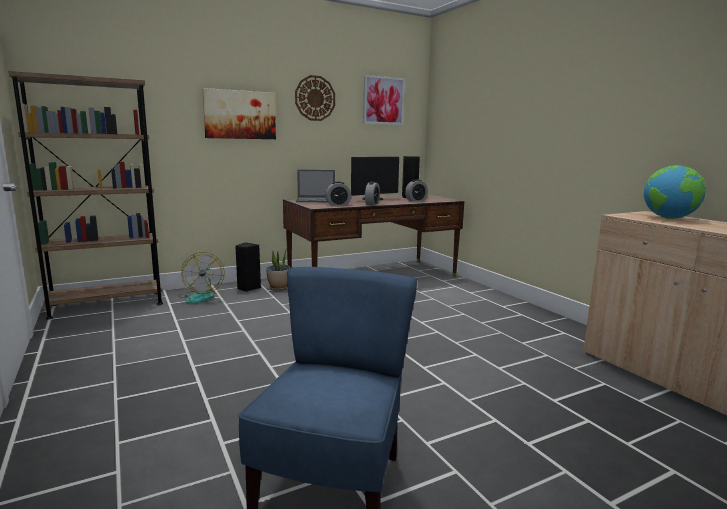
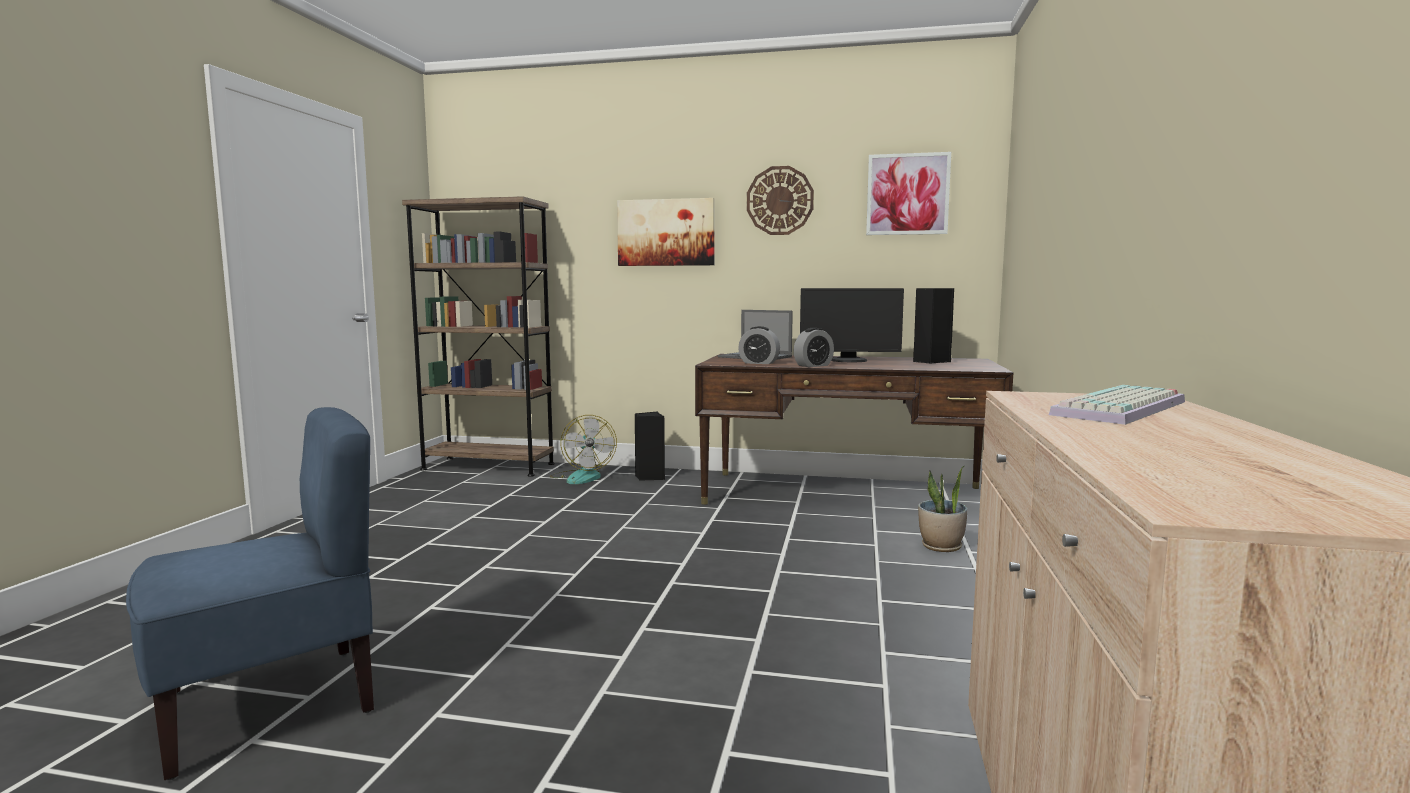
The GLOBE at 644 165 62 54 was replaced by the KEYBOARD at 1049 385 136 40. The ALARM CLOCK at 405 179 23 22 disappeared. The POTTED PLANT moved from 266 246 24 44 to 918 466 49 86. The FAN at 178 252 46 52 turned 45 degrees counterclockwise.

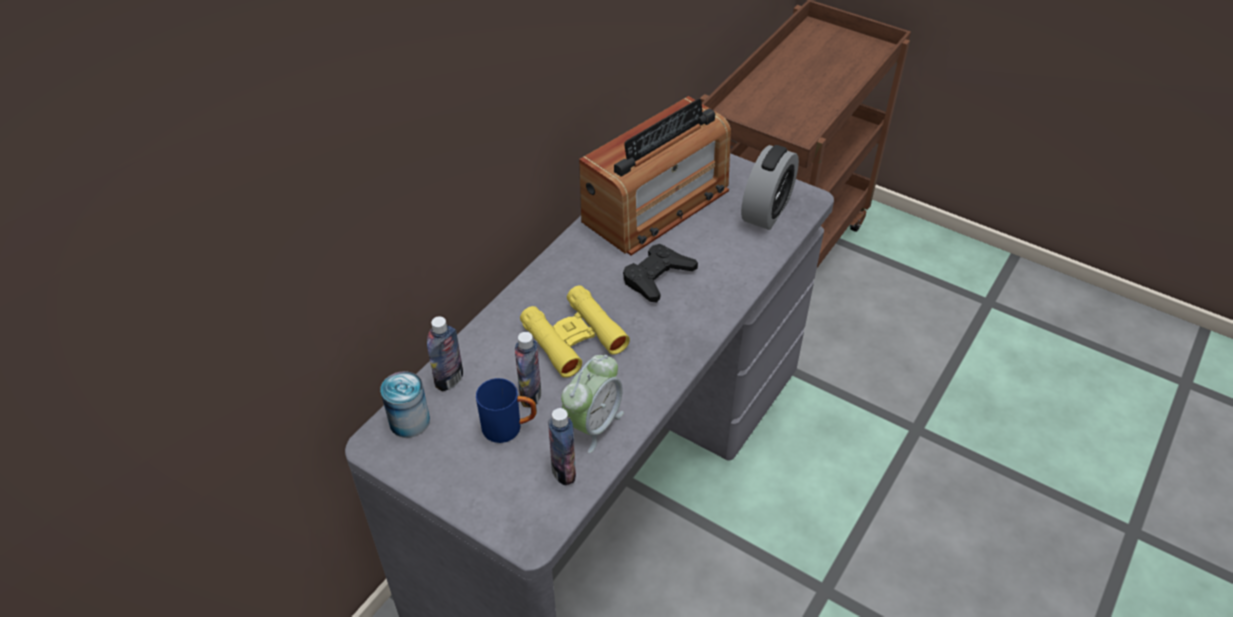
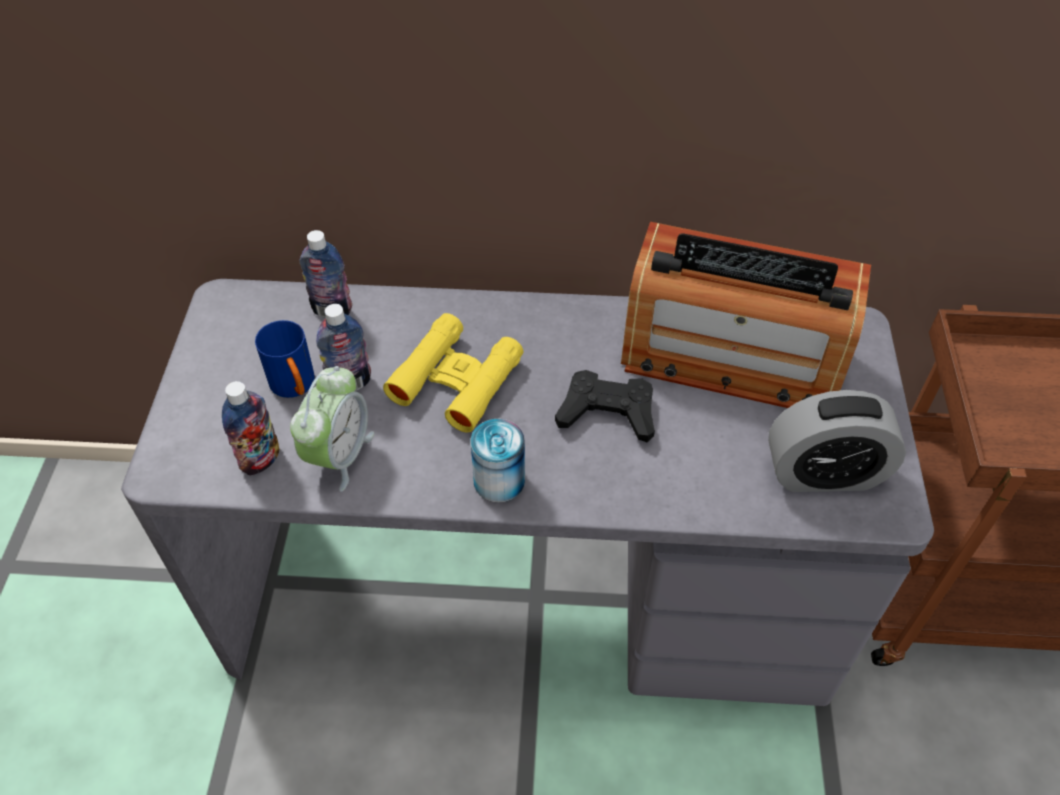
The ALARM CLOCK at 561 355 63 98 turned 75 degrees counterclockwise. The CAN moved from 380 371 50 67 to 470 419 55 84.

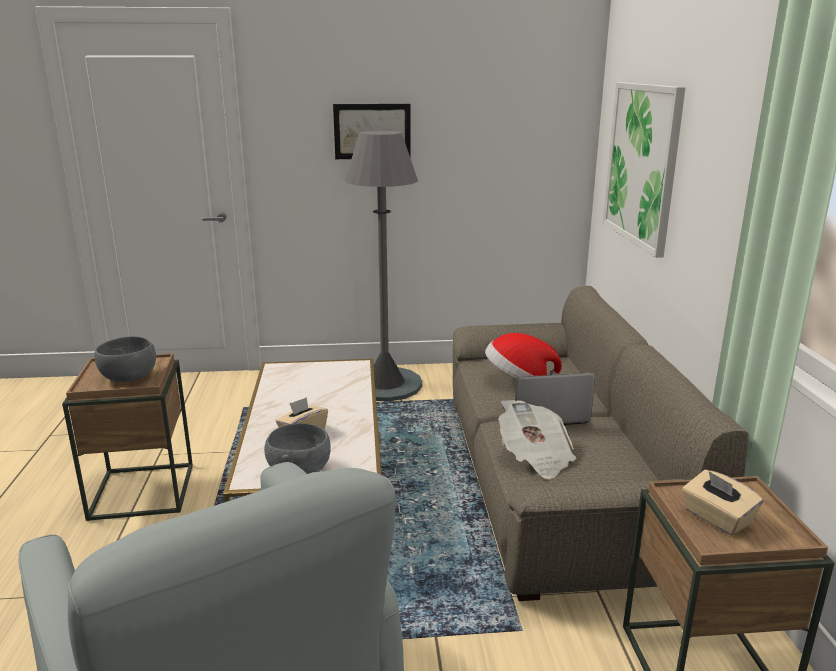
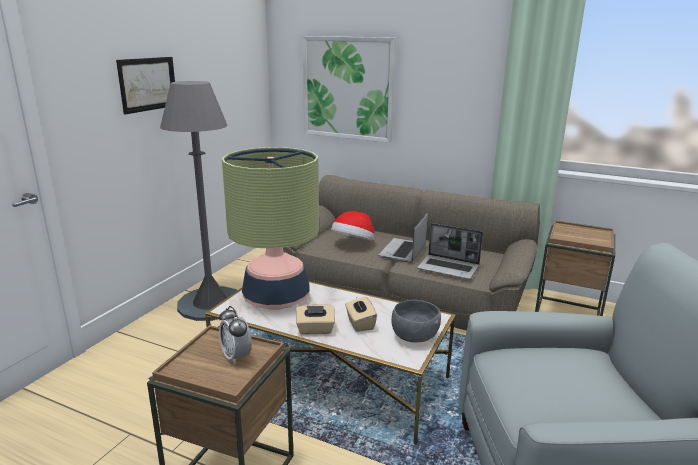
The GREY BOWL at 94 336 62 46 was replaced by the ALARM CLOCK at 219 306 33 59. The NEWSPAPER at 498 400 79 79 was replaced by the LAPTOP at 417 223 66 56. The BEIGE TISSUE BOX moved from 682 470 81 66 to 296 304 39 31. The TABLE LAMP at 222 147 97 163 appeared.

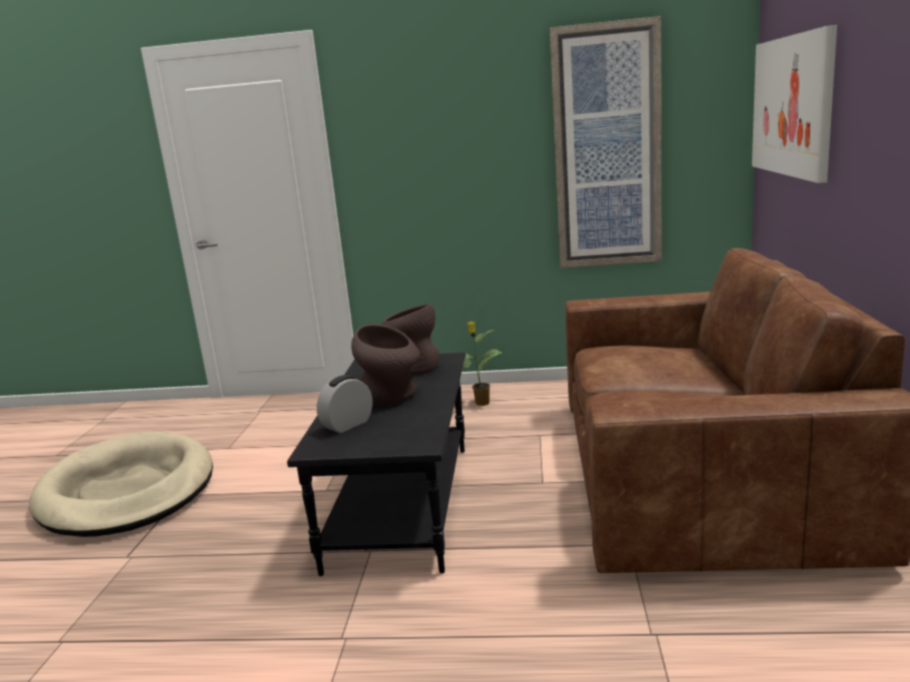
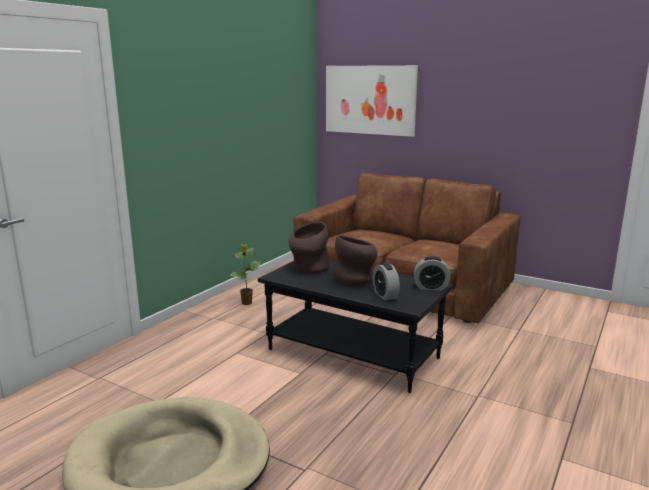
The PICTURE at 550 16 112 252 disappeared. The ALARM CLOCK at 414 256 36 35 appeared.

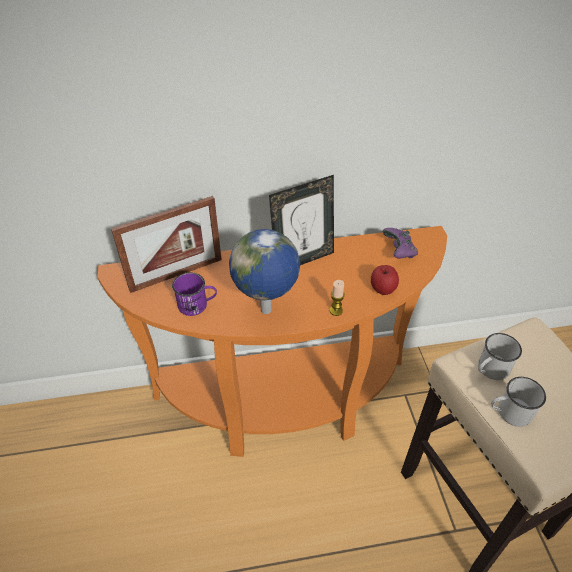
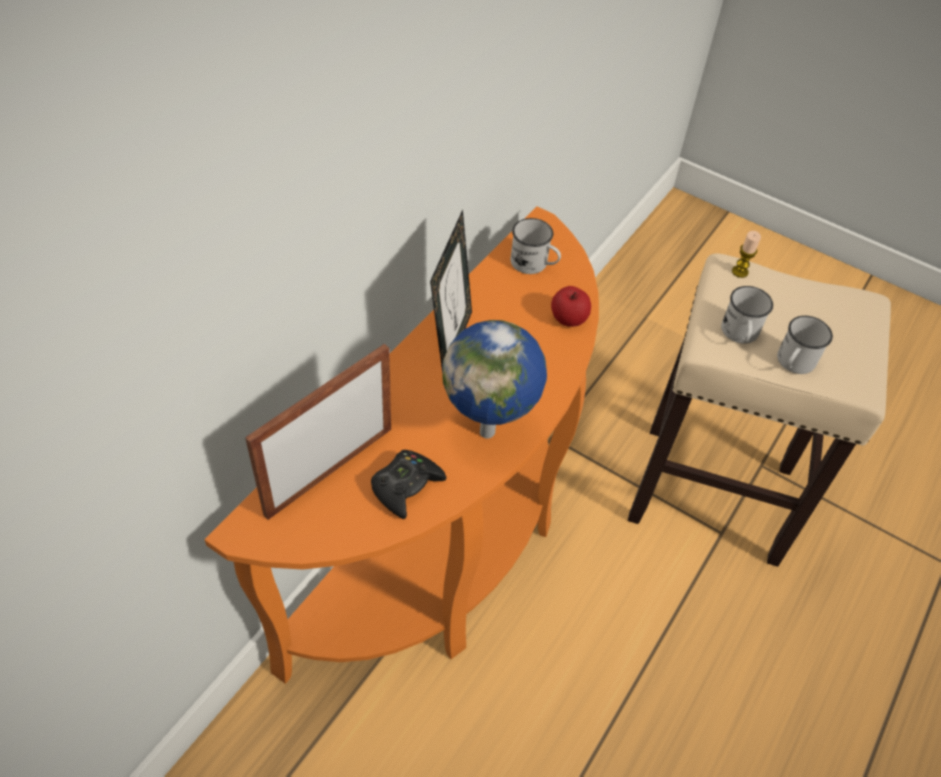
The PICTURE FRAME at 111 196 111 97 turned 150 degrees counterclockwise. The PURPLE GAME CONTROLLER at 383 228 35 31 was replaced by the WHITE MUG at 511 218 50 56. The PURPLE MUG at 172 272 45 44 was replaced by the BLACK GAME CONTROLLER at 371 450 75 69. The CANDLE moved from 330 280 15 36 to 732 231 29 47.

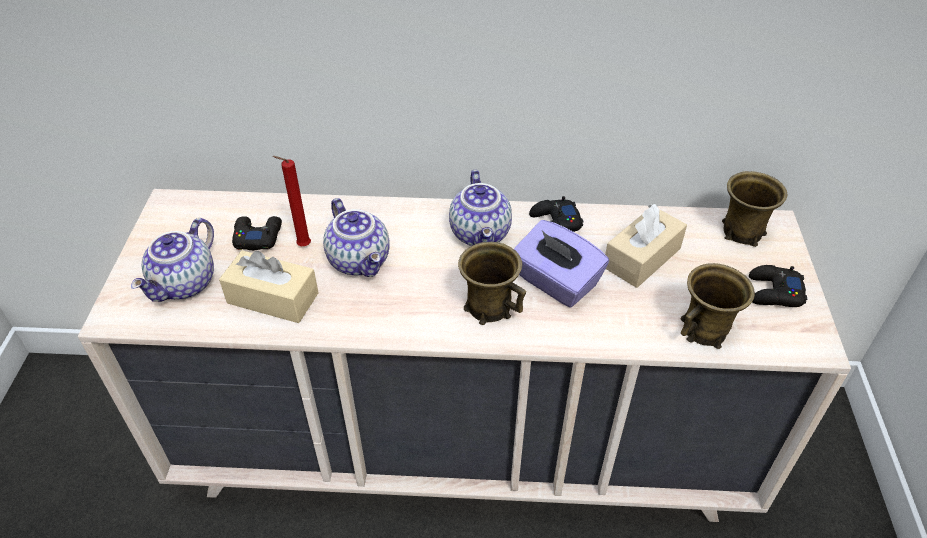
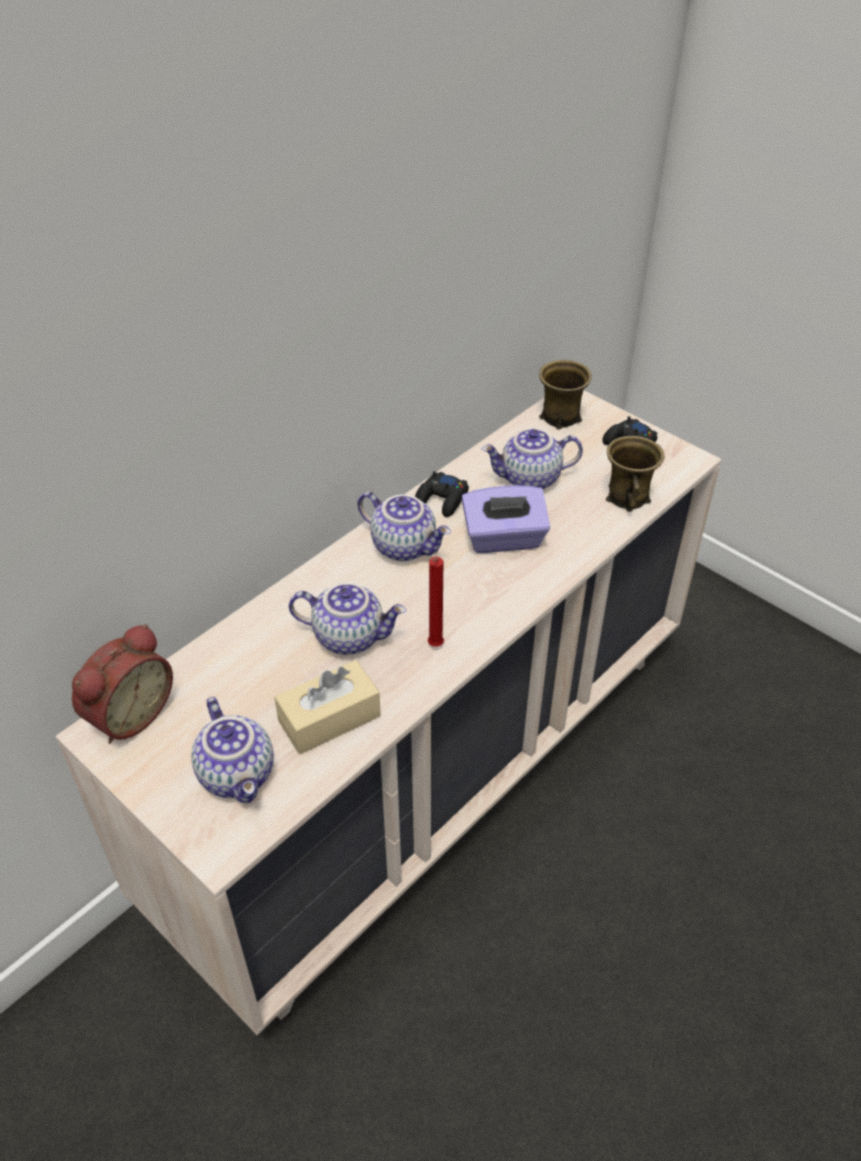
The RED CANDLE moved from 272 156 39 90 to 428 557 16 90. The BEIGE TISSUE BOX at 605 204 82 84 was replaced by the TEAPOT at 482 428 101 61. The BLACK GAME CONTROLLER at 232 216 50 34 disappeared. The BROWN MUG at 458 242 68 83 disappeared. The ALARM CLOCK at 72 624 101 120 appeared.

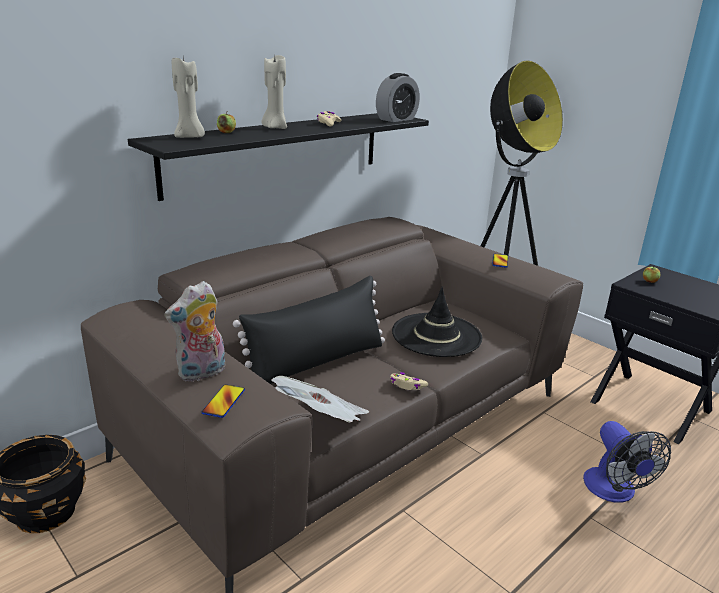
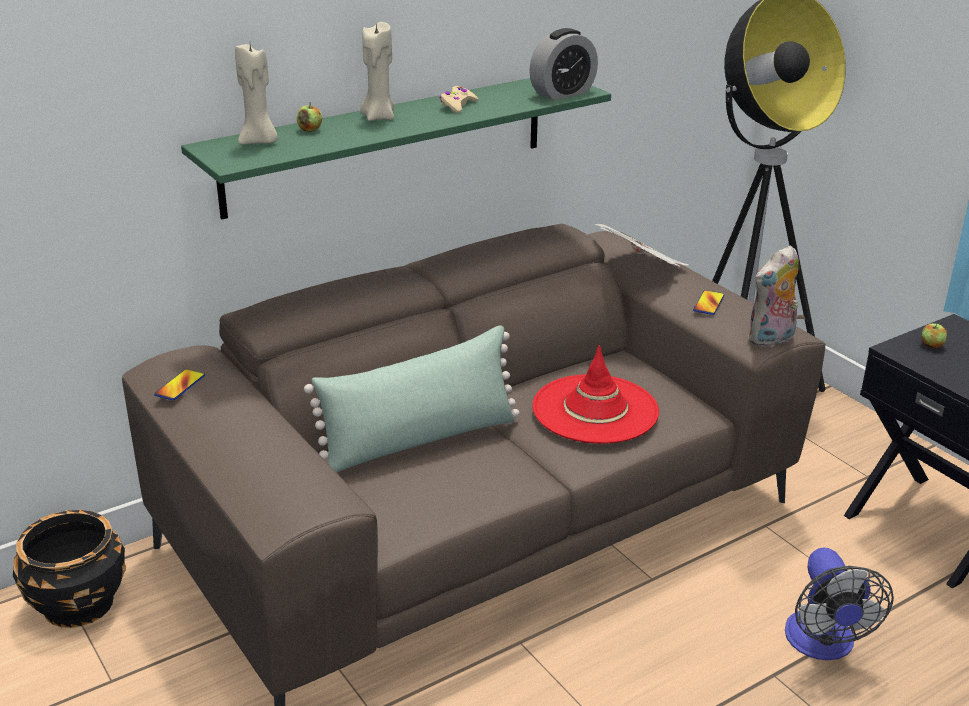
The BLACK SHELF at 128 113 301 88 became the GREEN SHELF at 181 78 430 142. The BLACK PILLOW at 233 276 152 108 became the GREEN PILLOW at 304 325 216 148. The PLUSH TOY moved from 164 281 61 101 to 748 245 51 102. The BLACK HAT at 392 287 90 70 became the RED HAT at 532 345 127 99. The BEIGE GAME CONTROLLER at 390 372 38 18 disappeared. The NEWSPAPER moved from 272 376 97 46 to 595 224 93 43. The PHONE moved from 201 384 44 34 to 154 369 51 31.

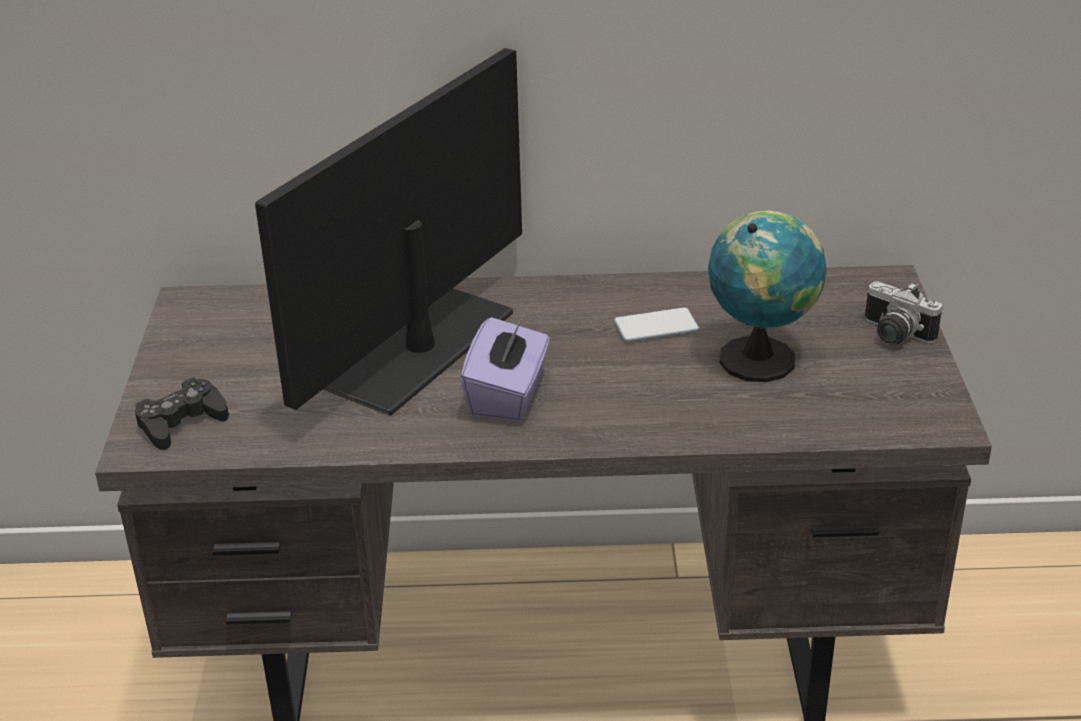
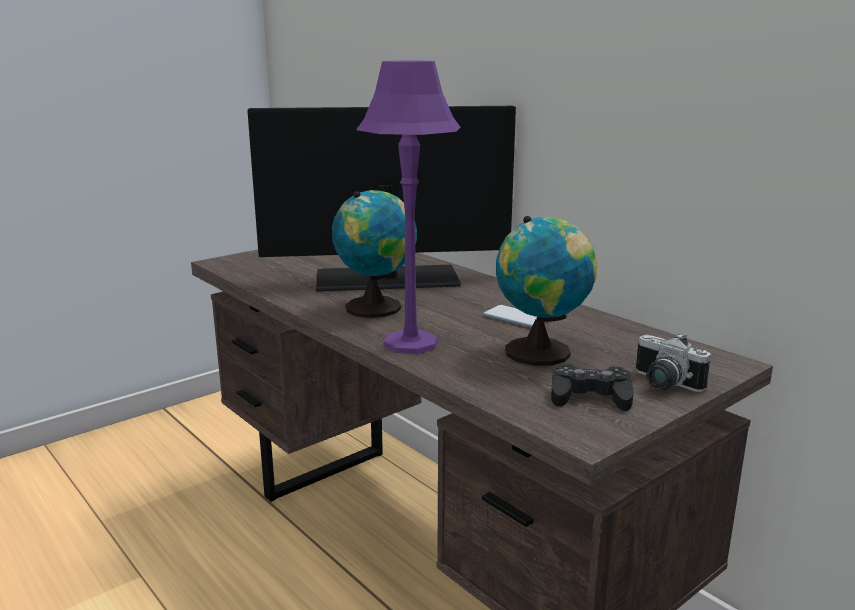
The PHOTO CAMERA at 865 281 77 64 turned 45 degrees counterclockwise. The PURPLE TISSUE BOX at 460 316 90 106 was replaced by the GLOBE at 332 190 85 128. The BLACK GAME CONTROLLER moved from 135 377 94 73 to 551 363 83 48. The PURPLE TABLE LAMP at 356 60 104 294 appeared.

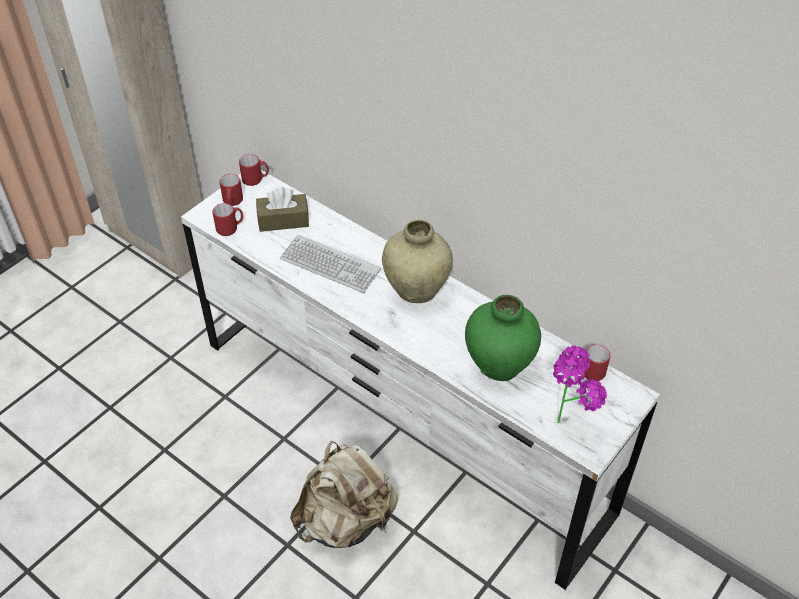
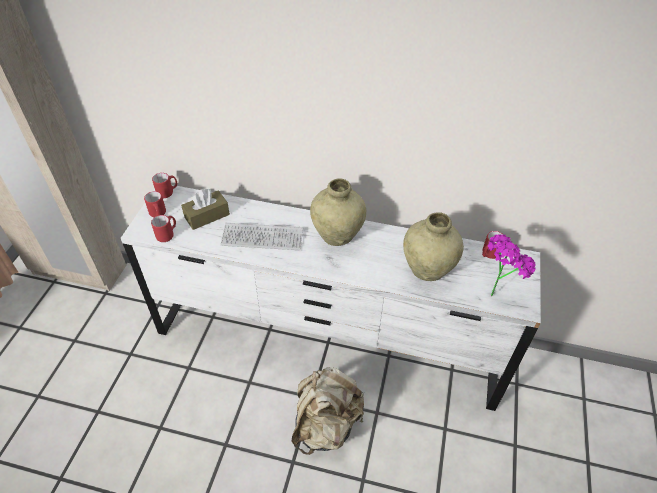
The GREEN VASE at 465 295 76 86 became the BEIGE VASE at 403 212 61 69.

